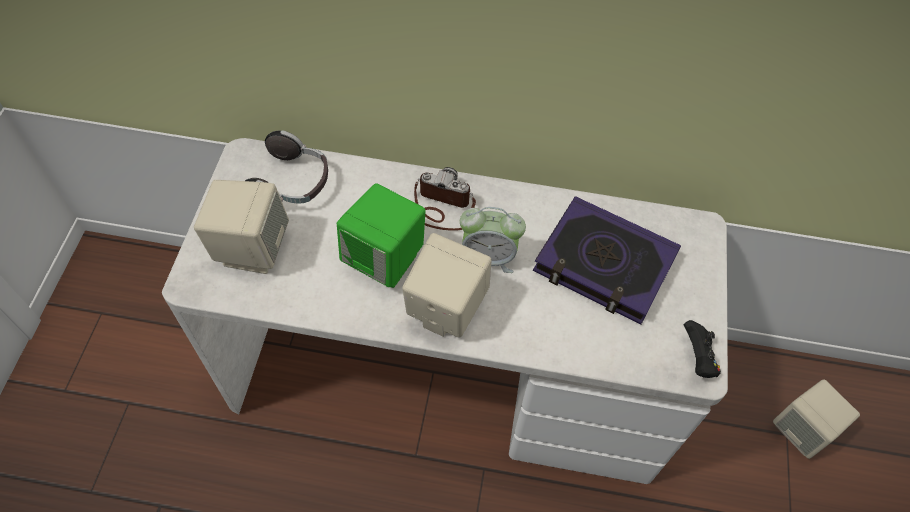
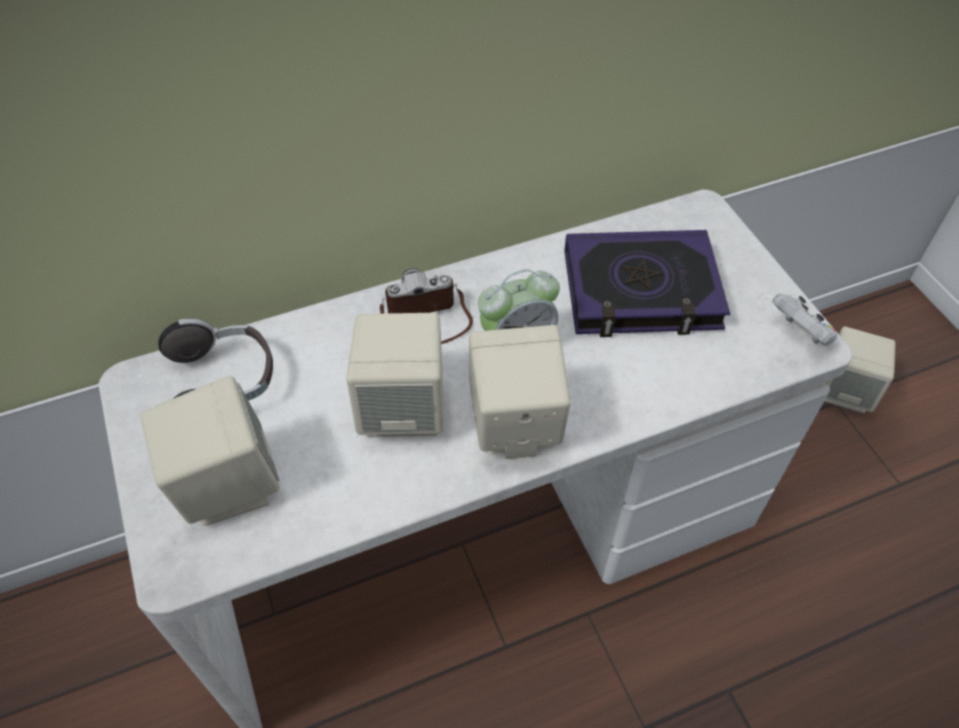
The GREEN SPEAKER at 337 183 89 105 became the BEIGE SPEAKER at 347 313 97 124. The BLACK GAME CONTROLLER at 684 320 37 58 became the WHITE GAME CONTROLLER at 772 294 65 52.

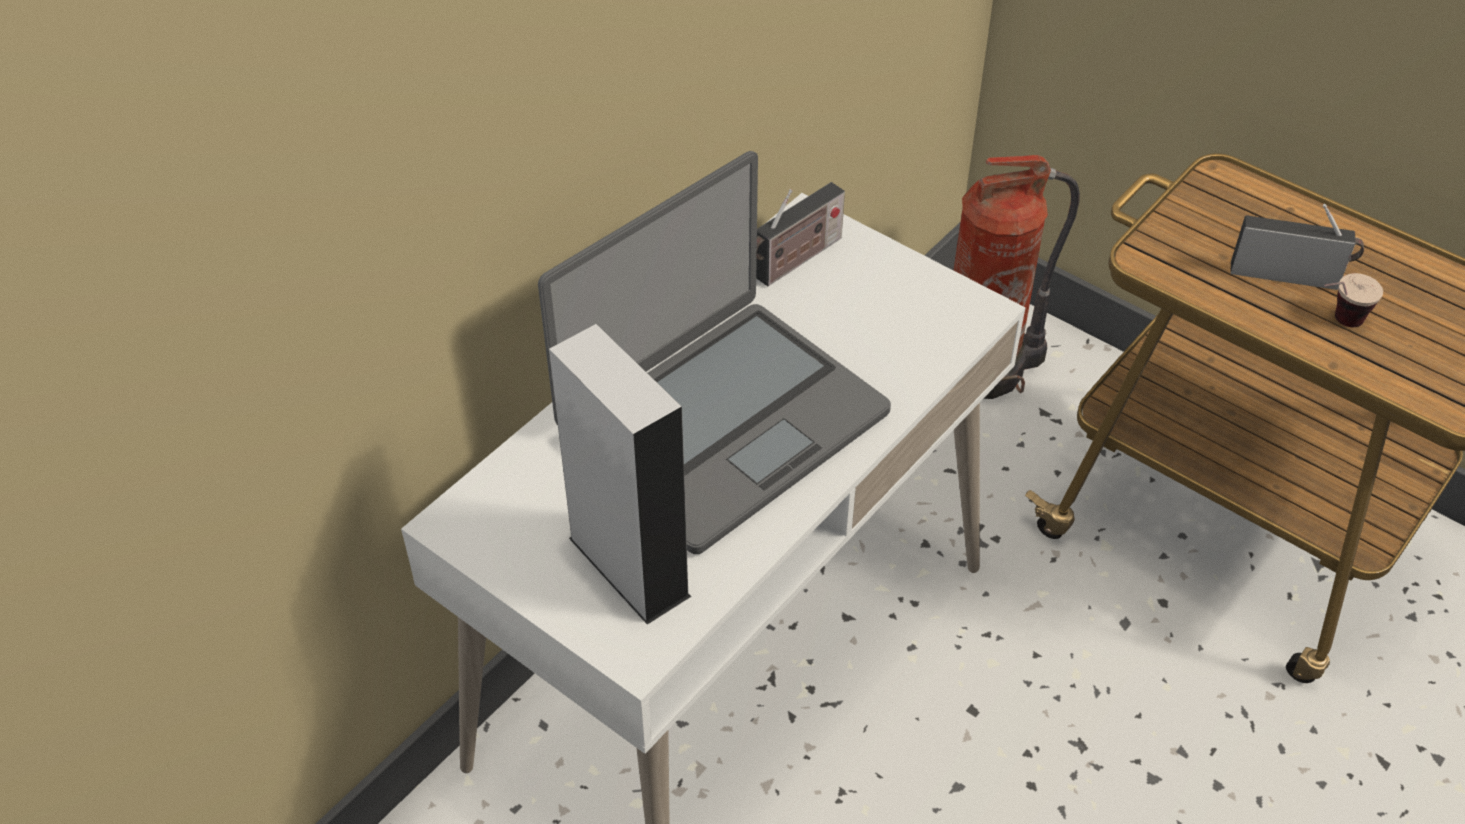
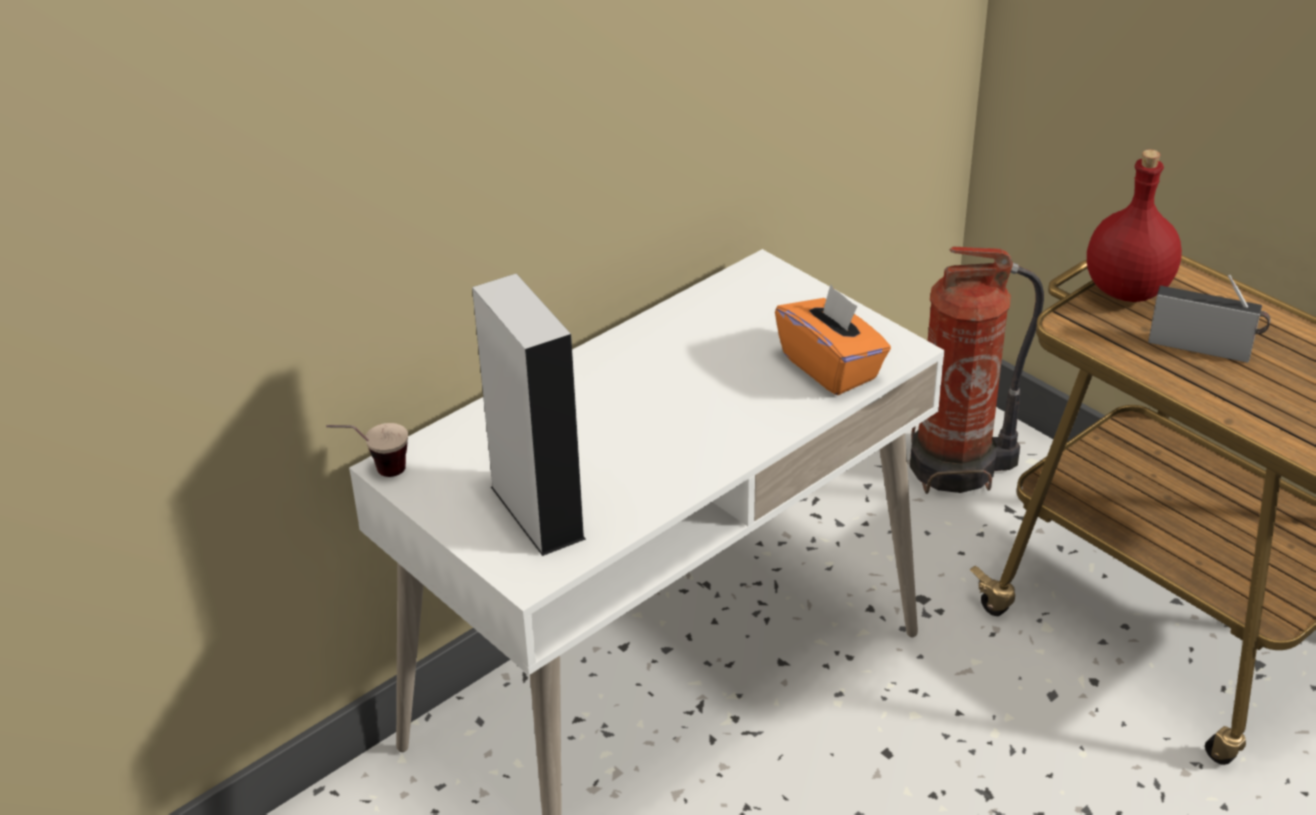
The LAPTOP at 538 151 353 403 disappeared. The RADIO at 756 182 89 104 disappeared. The CUP moved from 1324 273 59 54 to 326 423 82 54. The RED BOTTLE at 1087 149 95 153 appeared. The ORANGE TISSUE BOX at 775 285 116 110 appeared.

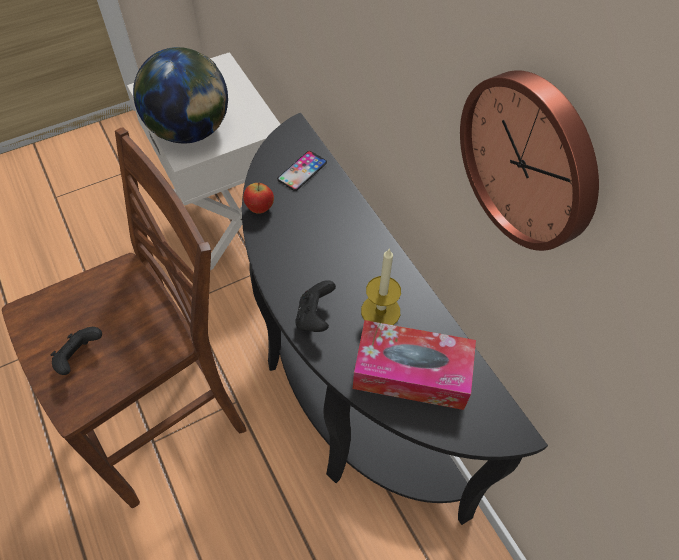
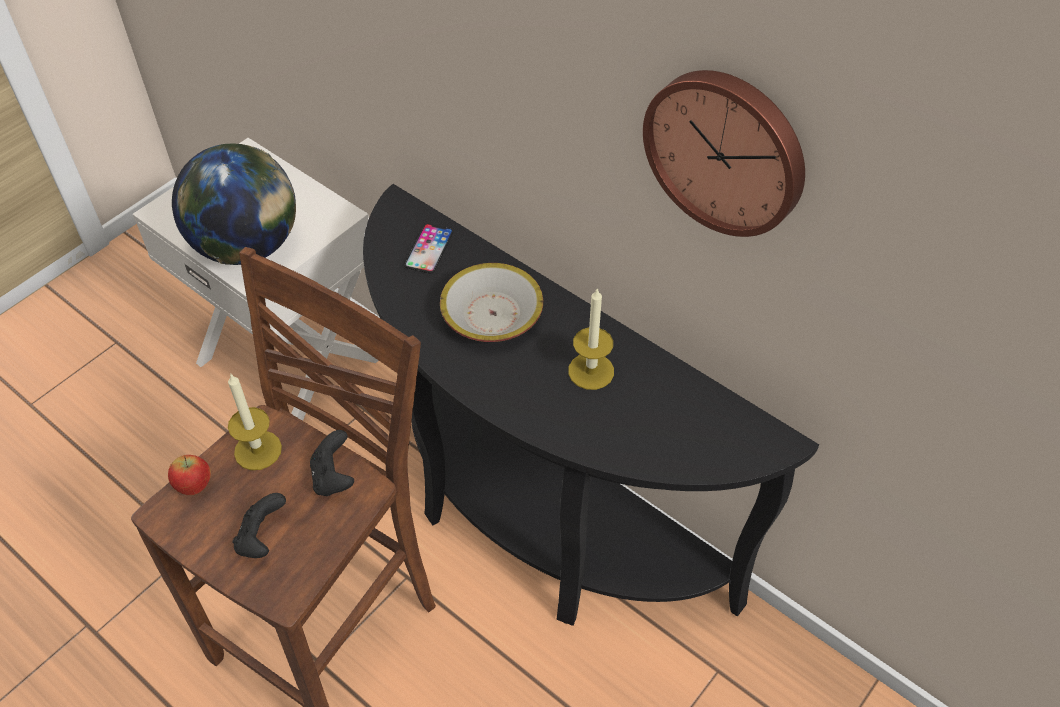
The APPLE moved from 243 182 31 32 to 168 455 43 40. The BLACK GAME CONTROLLER moved from 295 280 41 52 to 310 430 44 66. The TISSUE BOX at 353 320 123 90 disappeared. The BOWL at 440 263 103 79 appeared. The CANDLE at 228 374 54 96 appeared.

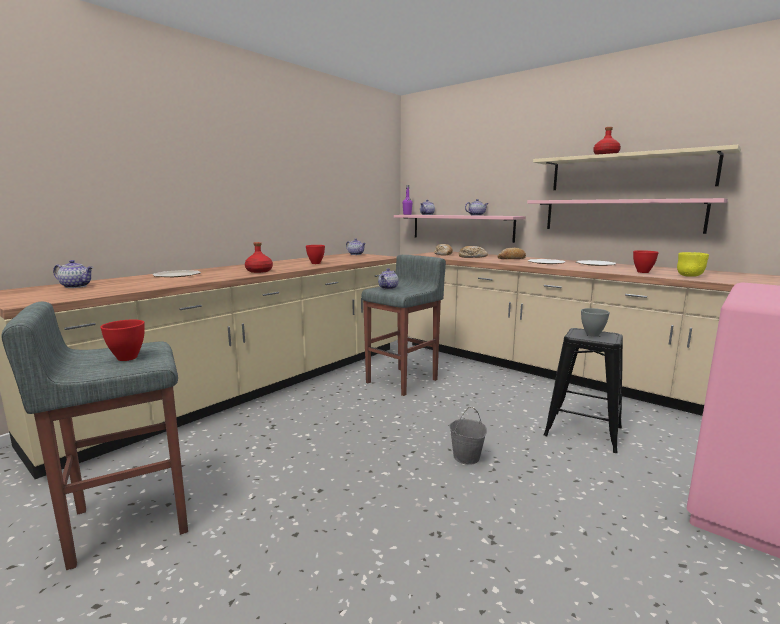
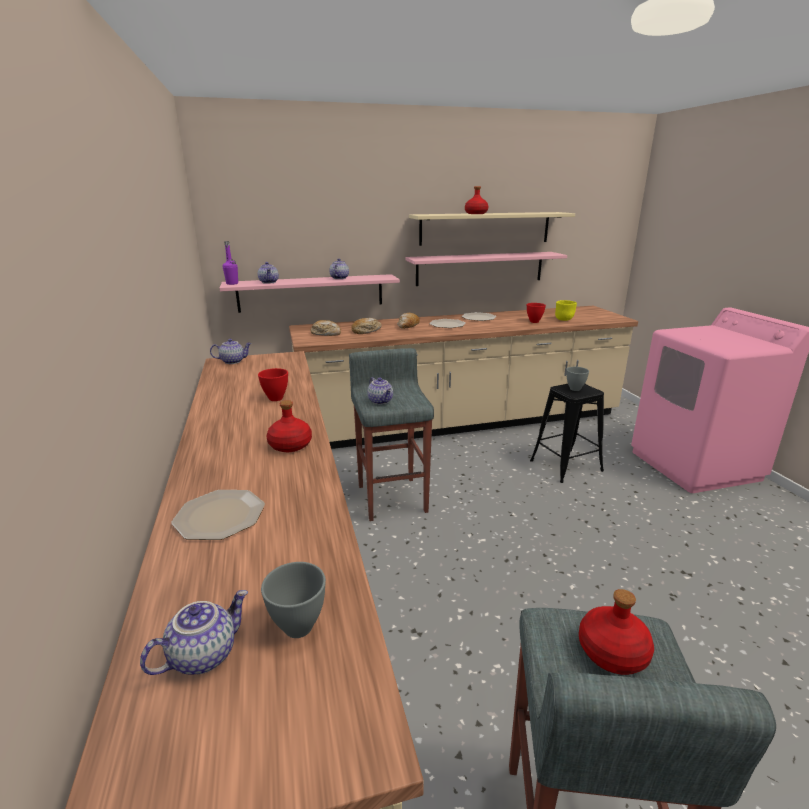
The RED BOWL at 100 320 45 41 was replaced by the RED BOTTLE at 579 589 75 86. The GREY BUCKET at 449 407 38 58 disappeared. The GREY BOWL at 261 562 65 76 appeared.

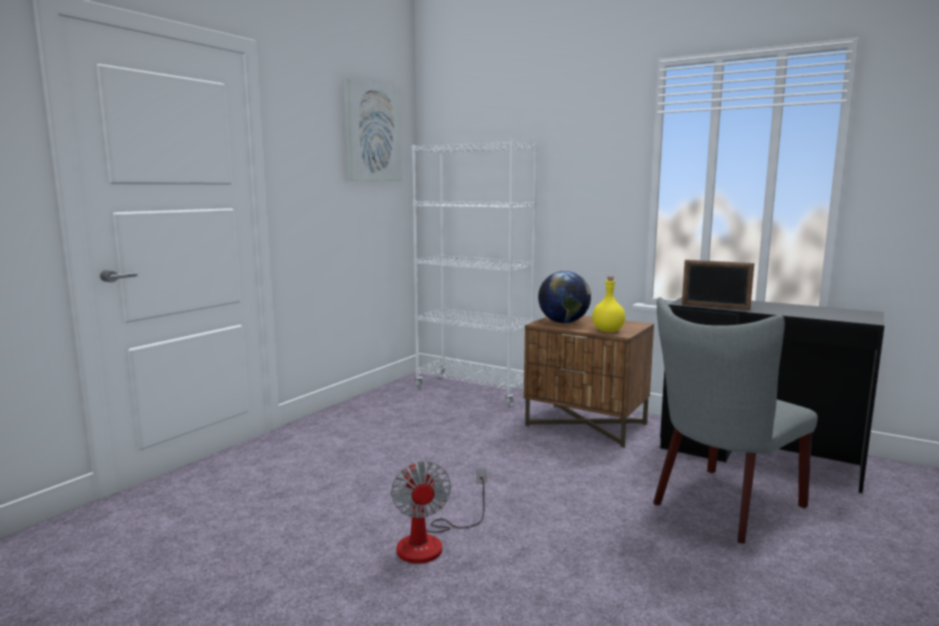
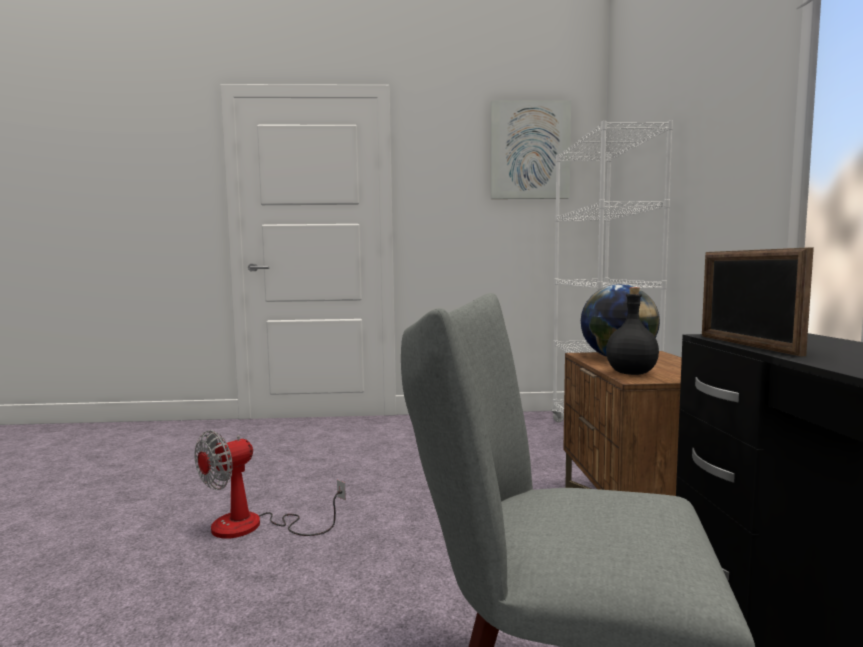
The YELLOW BOTTLE at 592 276 33 56 became the BLACK BOTTLE at 606 287 53 88.

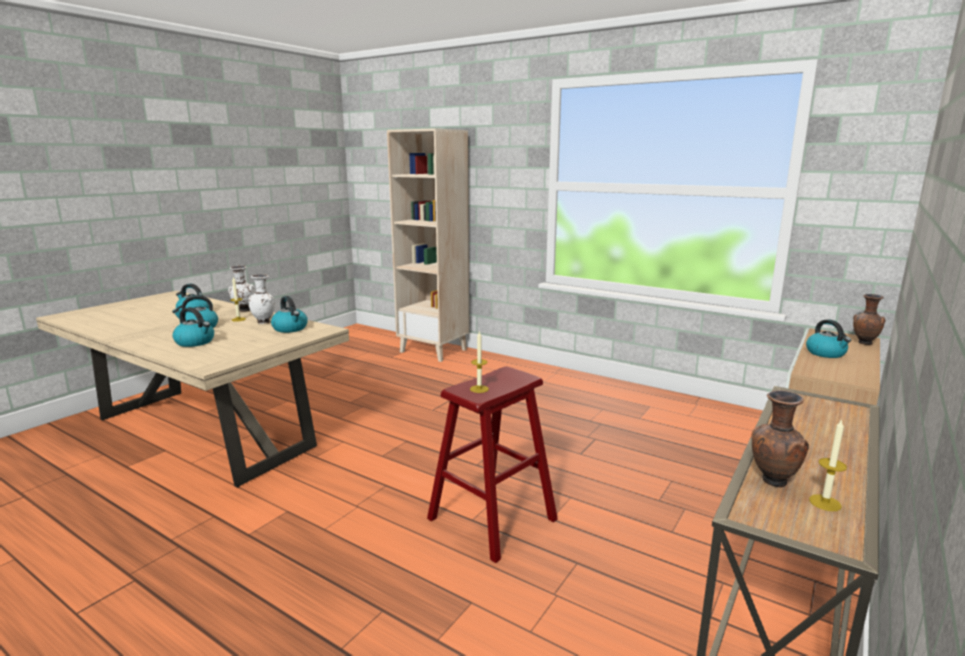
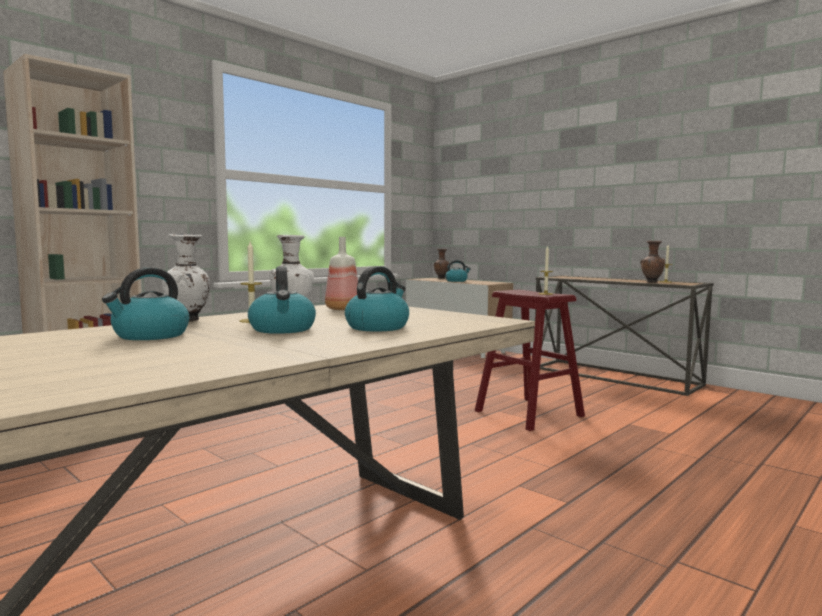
The KETTLE at 271 296 37 37 was replaced by the BOTTLE at 325 237 33 73.

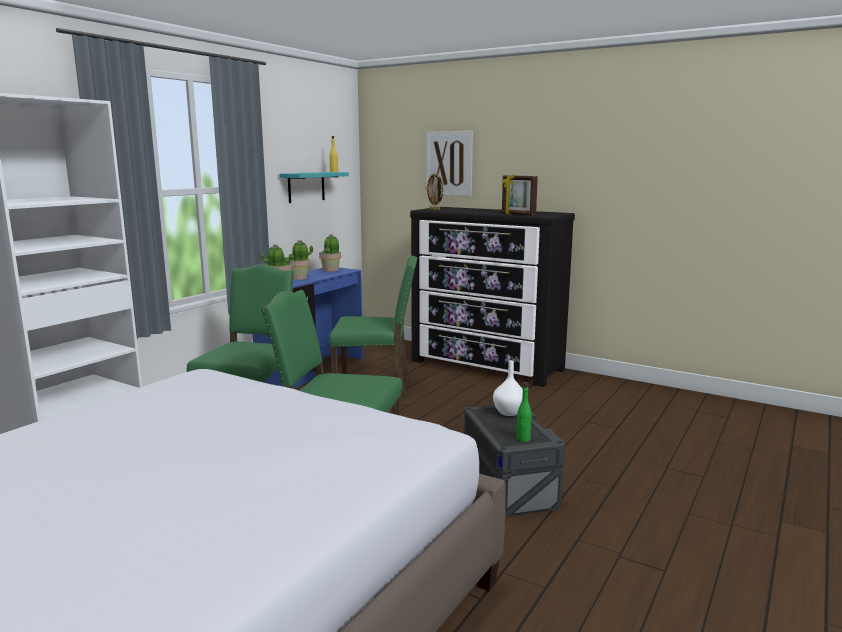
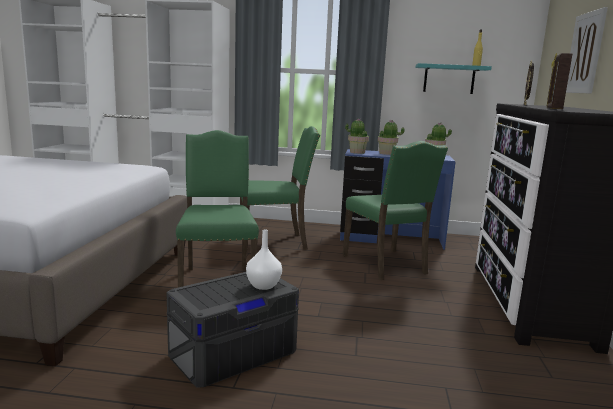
The GREEN BOTTLE at 516 382 16 60 disappeared.

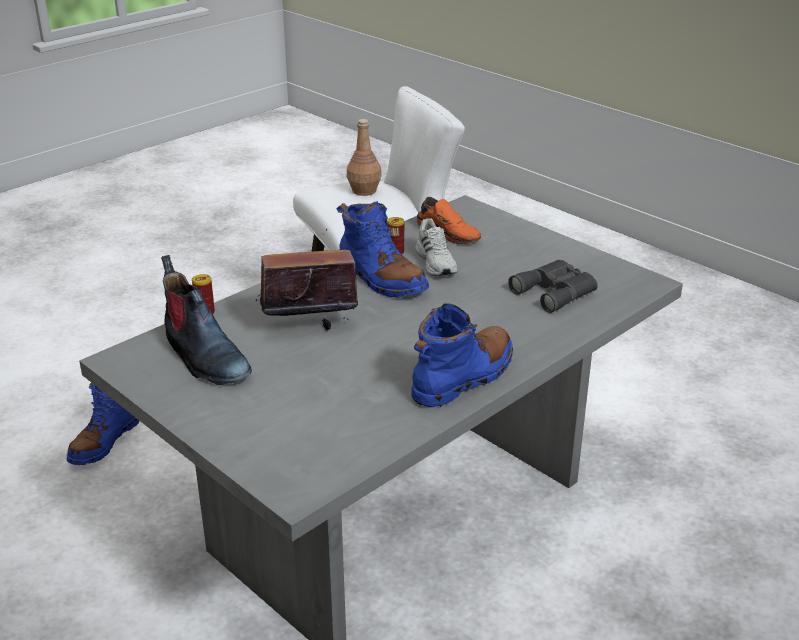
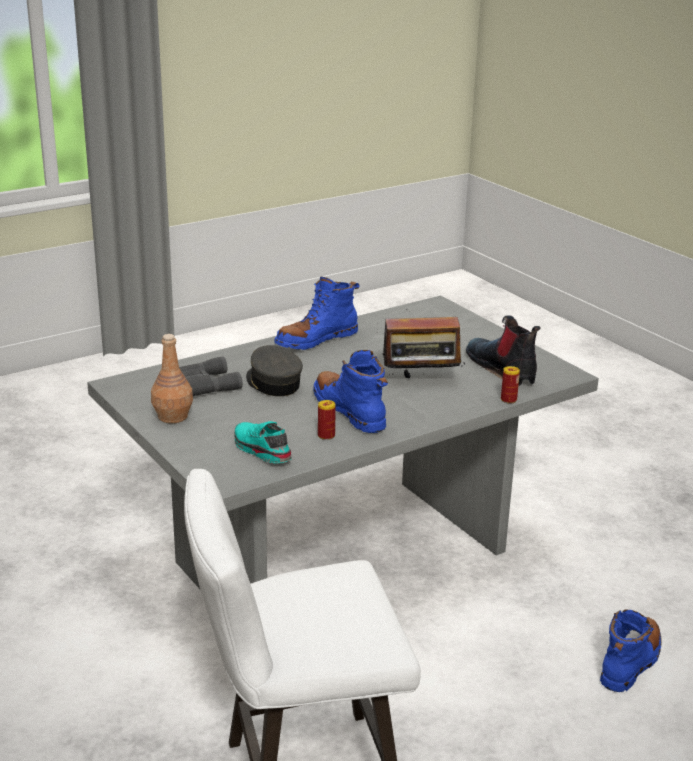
The BROWN BOTTLE moved from 347 119 35 77 to 151 334 42 89. The ORANGE SHOE at 416 197 65 47 became the TURQUOISE SHOE at 234 421 58 42. The WHITE SHOE at 415 218 43 58 disappeared. The GREY CAP at 246 345 57 51 appeared.

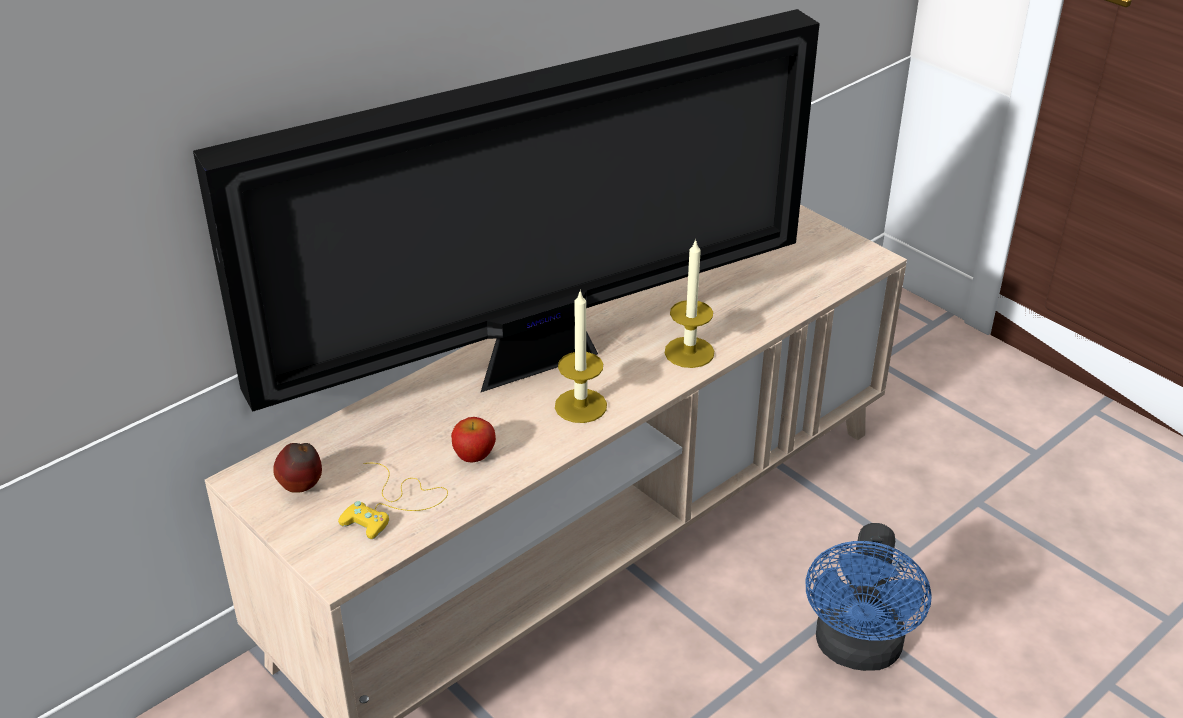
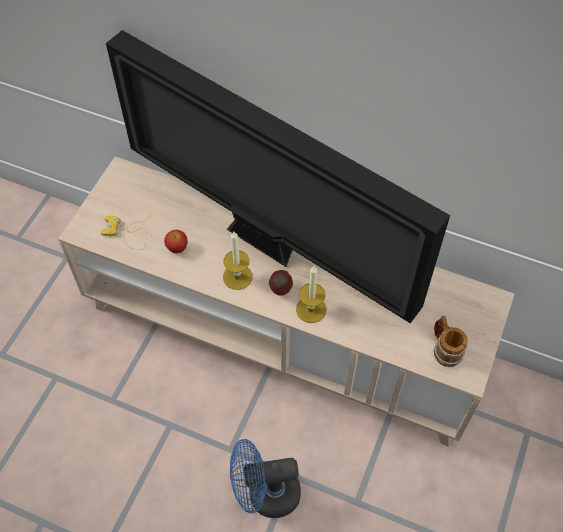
The APPLE moved from 273 443 49 50 to 269 270 24 26. The MUG at 433 316 35 51 appeared.

